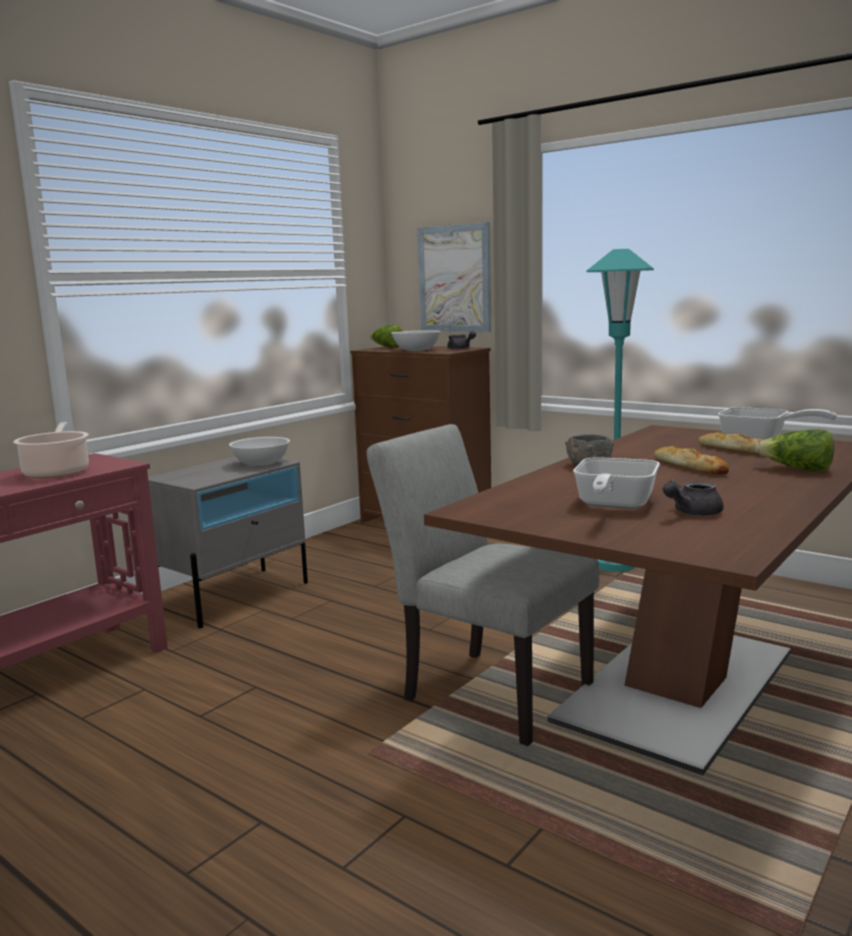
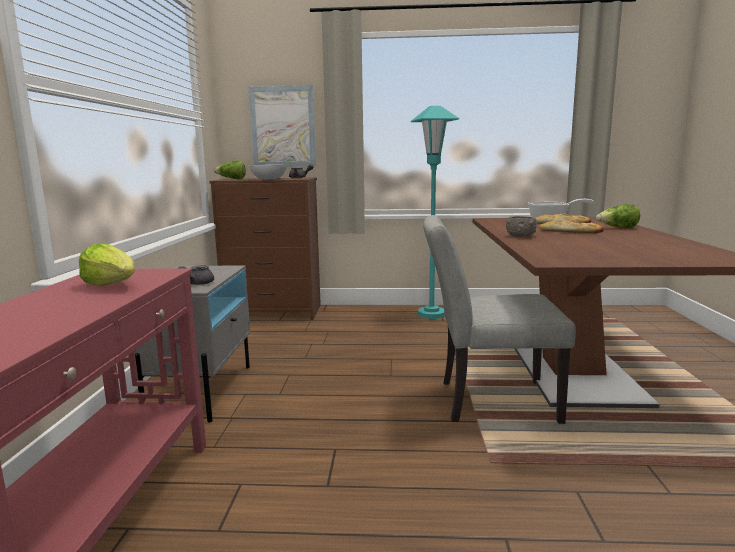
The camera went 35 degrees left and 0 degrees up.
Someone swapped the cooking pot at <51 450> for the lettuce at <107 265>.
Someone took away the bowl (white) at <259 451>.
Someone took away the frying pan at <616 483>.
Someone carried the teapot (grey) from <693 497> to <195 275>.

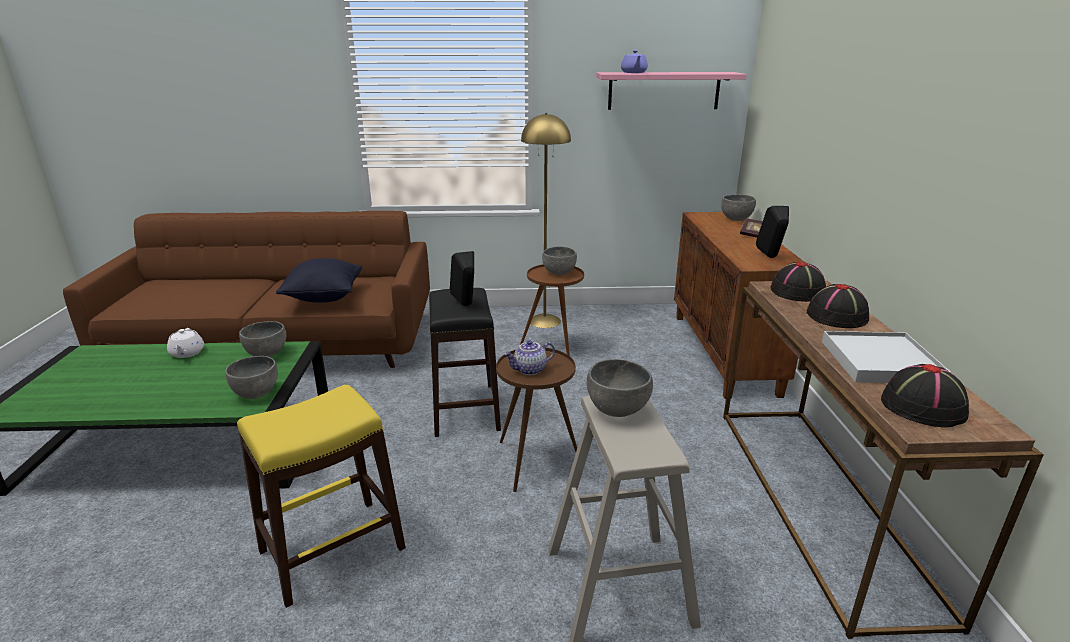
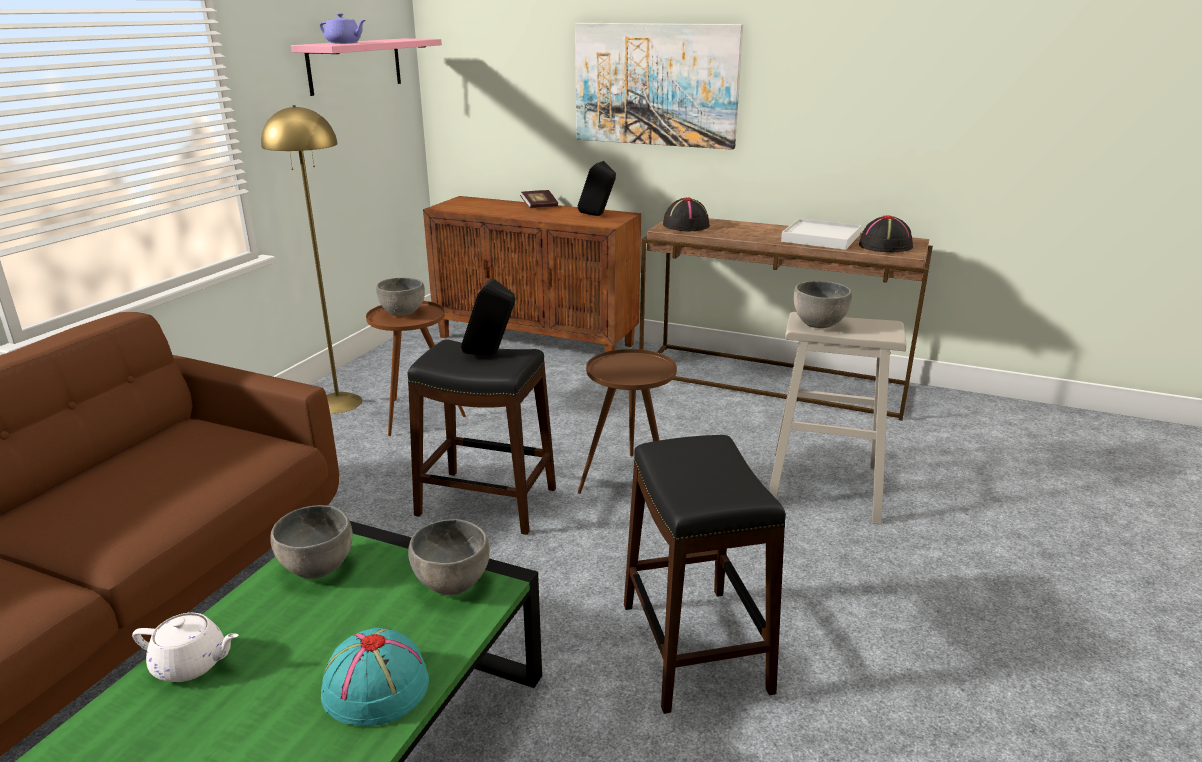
The camera went 65 degrees left and 0 degrees up.
Someone repainted the stool (yellow) at <321 496>, which became the stool (black) at <705 574>.
Someone took away the pillow (black) at <319 280>.
Someone took away the teapot at <529 357>.
Someone took away the bowl (grey) at <738 207>.
Someone took away the hat (black) at <838 306>.
Someone put down the hat (turquoise) at <375 677>.
Someone put up the picture at <659 86>.

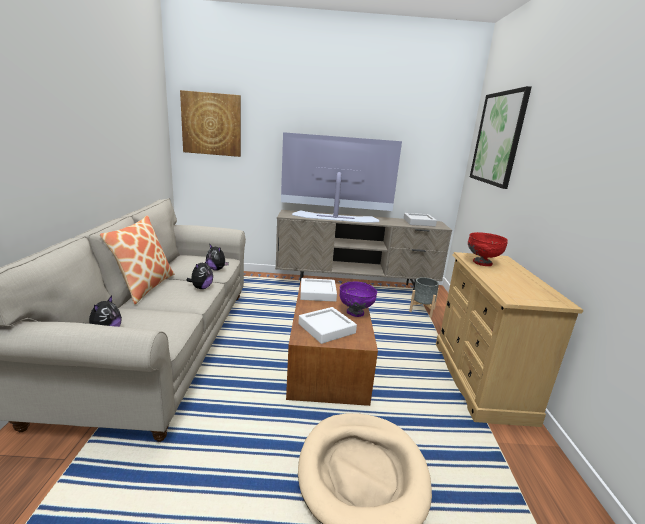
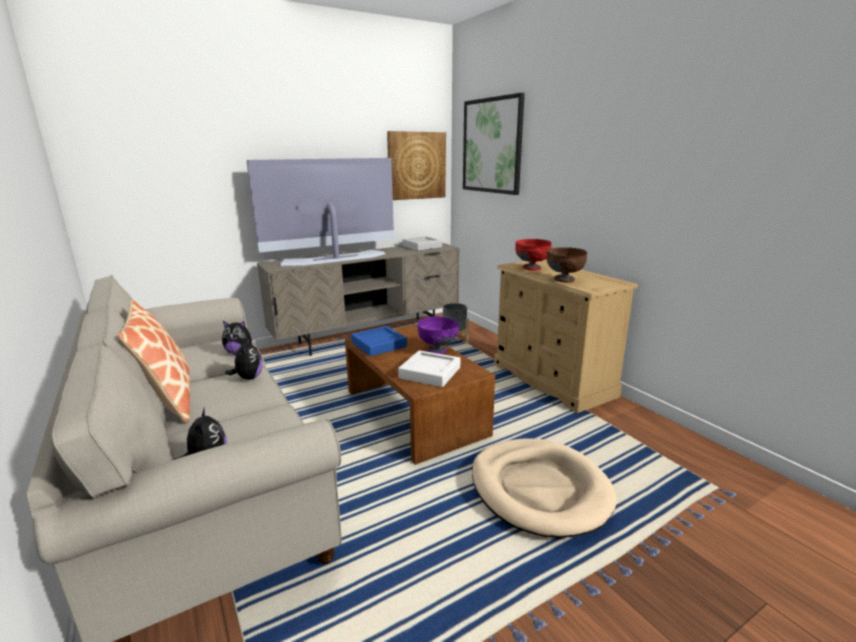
The camera went 30 degrees left and 0 degrees up.
Someone carried the picture from <210 123> to <416 165>.
Someone repainted the tray (white) at <318 290>, which became the tray (blue) at <379 341>.
Someone put down the bowl (brown) at <566 265>.

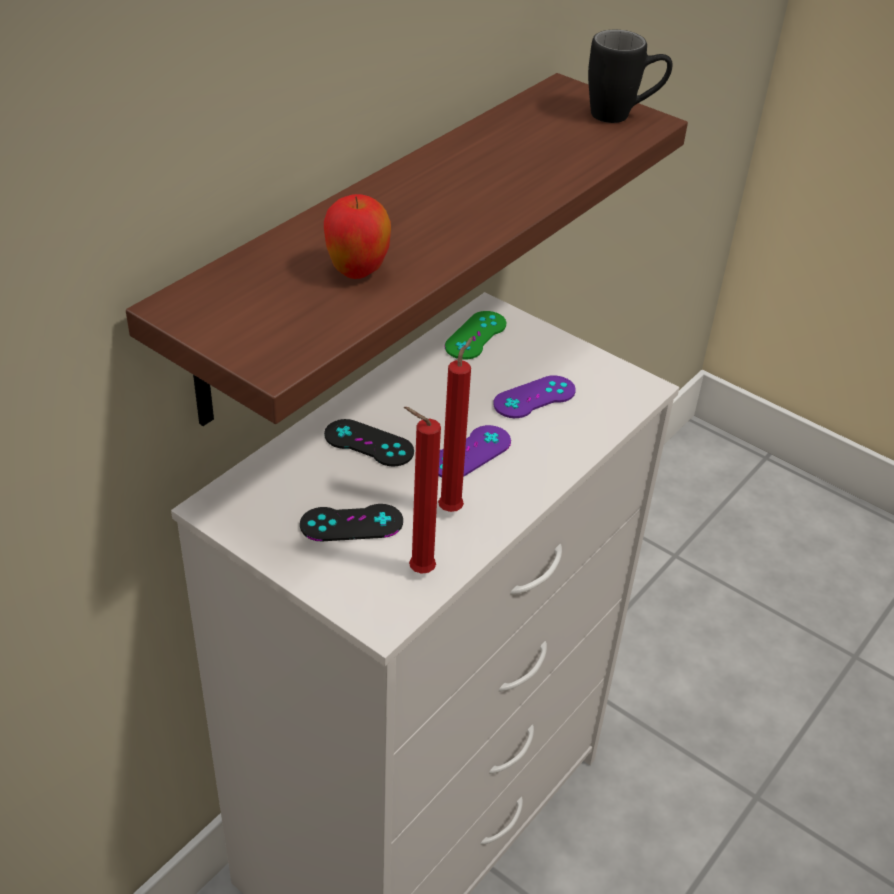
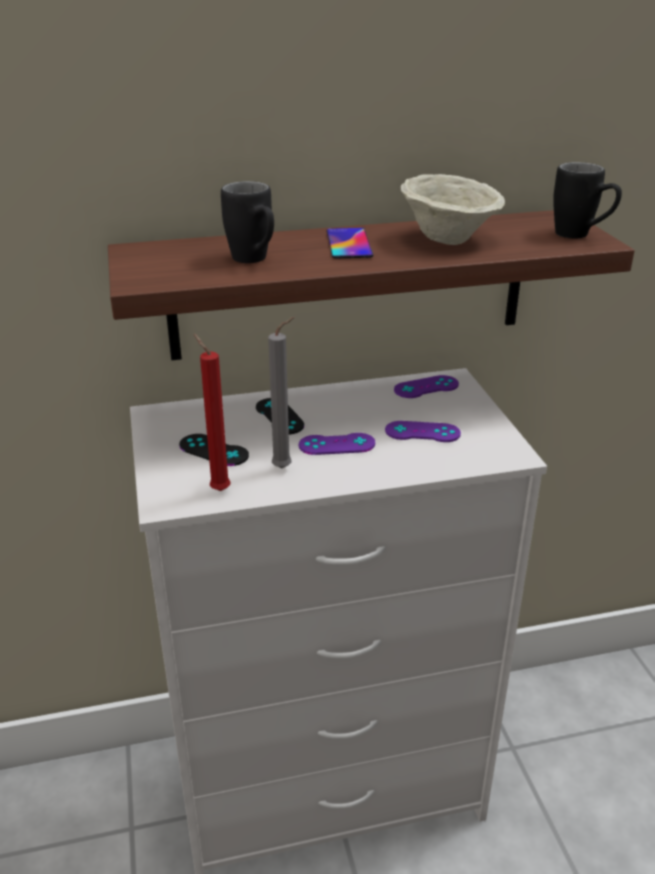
The camera went 40 degrees right and 10 degrees down.
Someone swapped the apple at <357 236> for the mug (black) at <247 222>.
Someone repainted the candle (red) at <455 424>, which became the candle (grey) at <281 392>.
Someone repainted the game controller (green) at <475 335>, which became the game controller (purple) at <426 386>.
Someone put down the phone at <350 243>.
Someone put down the bowl (beige) at <453 209>.

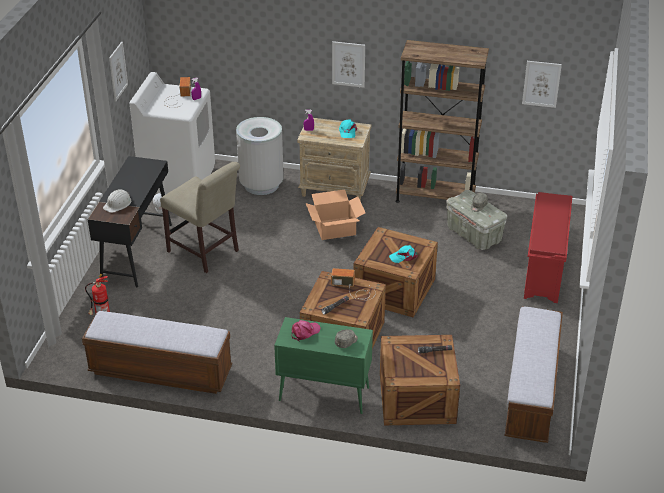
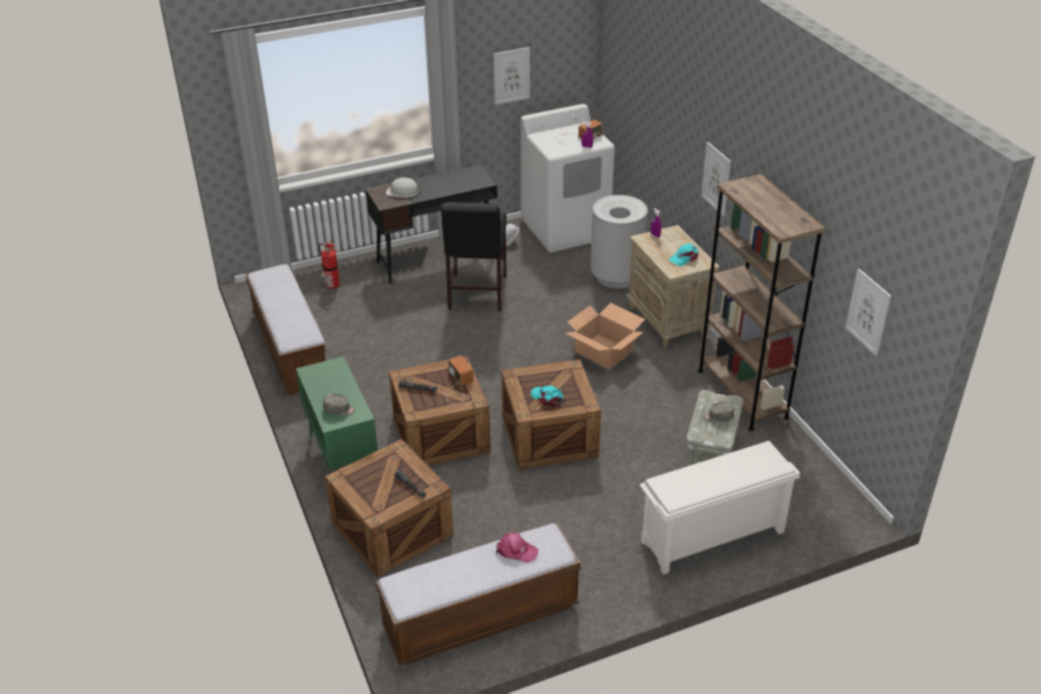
The camera went 55 degrees right and 0 degrees up.
Someone repainted the chair (beige) at <200 217>, which became the chair (black) at <473 256>.
Someone carried the cap (pink) from <306 330> to <517 548>.
Someone repainted the shoe rack (red) at <548 247>, which became the shoe rack (white) at <720 508>.

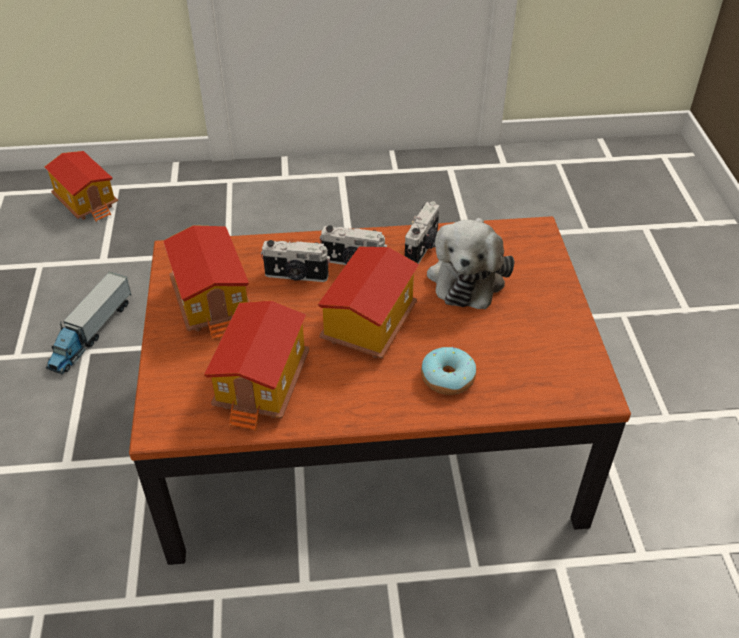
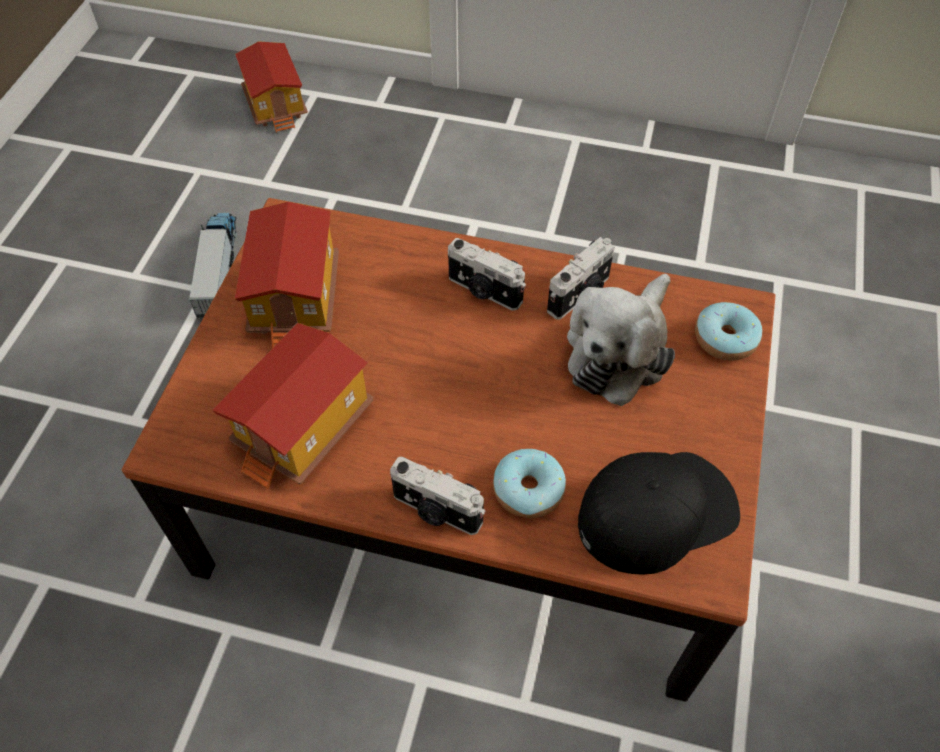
The camera went 20 degrees right and 10 degrees up.
Someone rotated the toy truck at <88 323> by 135 degrees clockwise.
Someone carried the photo camera from <295 261> to <437 496>.
Someone took away the toy house at <368 302>.
Someone put down the cap (black) at <659 513>.
Someone put down the donut at <728 331>.

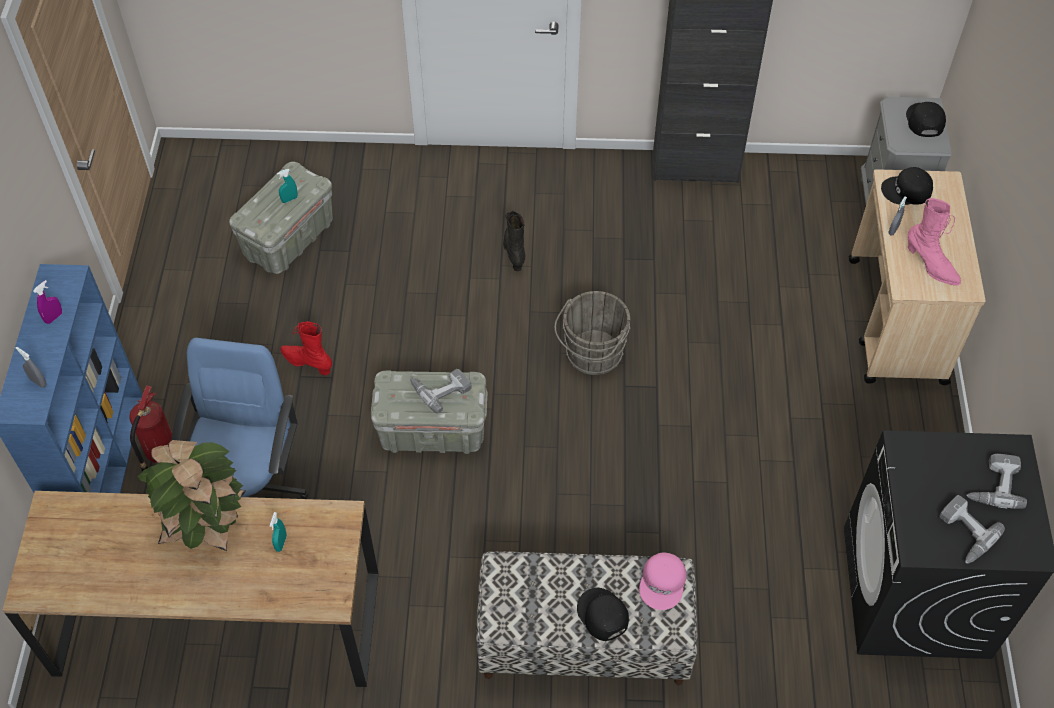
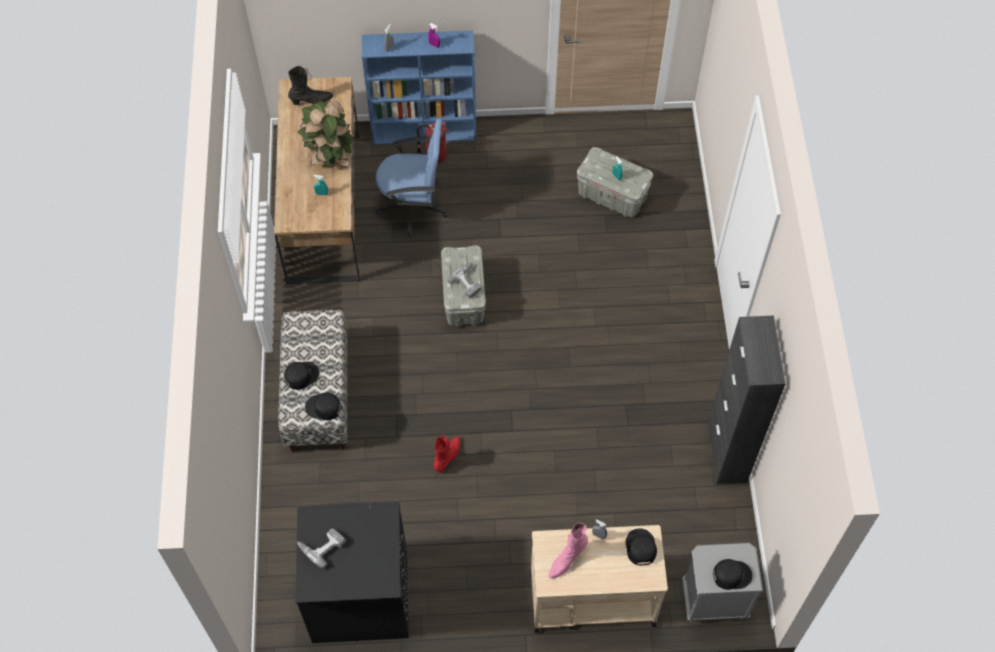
The camera went 85 degrees right and 5 degrees up.
Someone carried the boot (red) from <306 348> to <446 454>.
Someone carried the boot (black) from <514 240> to <310 85>.
Someone took away the bucket (grey) at <592 333>.
Someone repainted the cap (pink) at <663 581>, which became the cap (black) at <323 406>.
Someone took away the power drill at <996 481>.

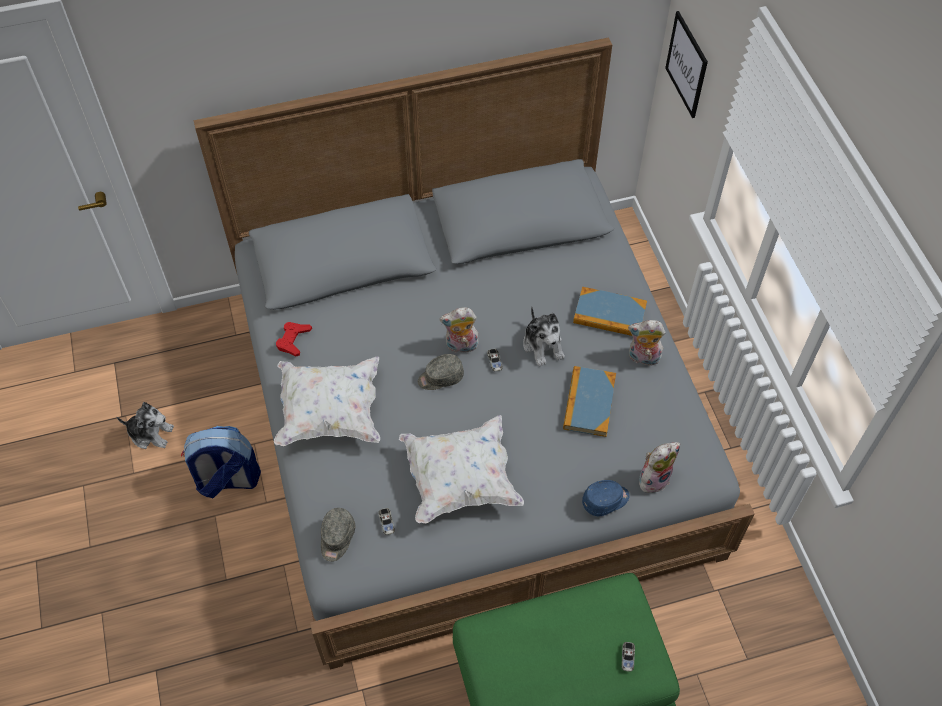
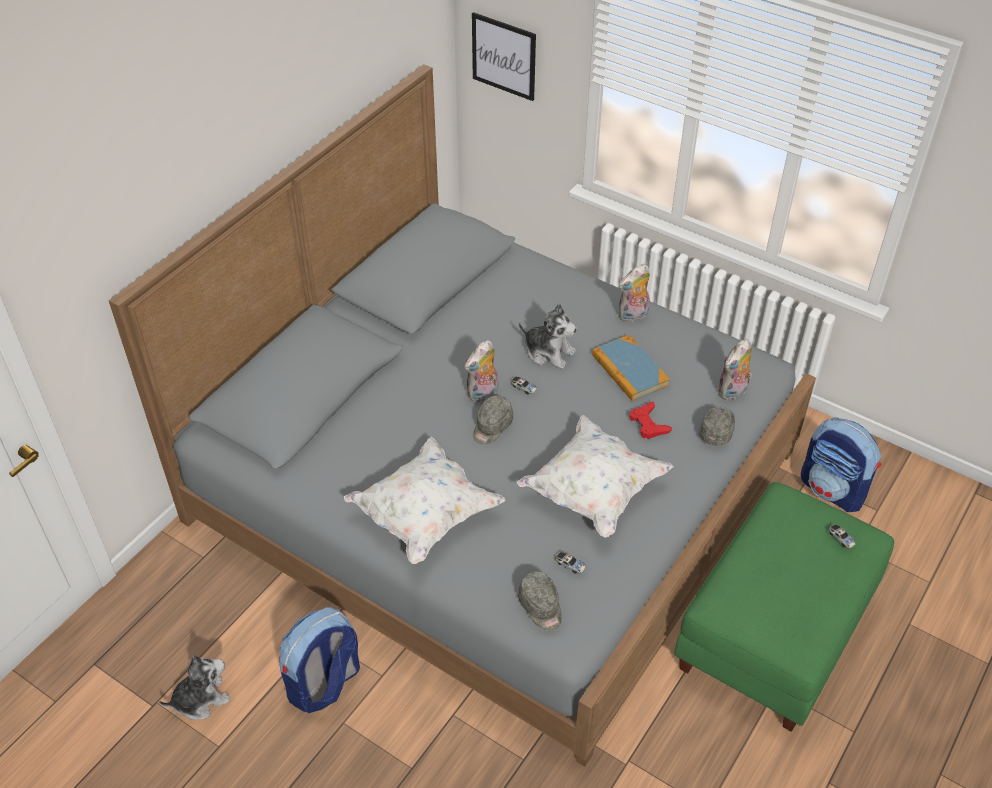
The camera went 40 degrees left and 10 degrees down.
Someone carried the game controller (red) from <294 339> to <651 420>.
Someone took away the book at <610 311>.
Someone repainted the cap (blue) at <606 498>, which became the cap (grey) at <717 426>.
Someone rotated the plush toy at <659 467> by 150 degrees counterclockwise.
Someone put down the backpack at <841 464>.

